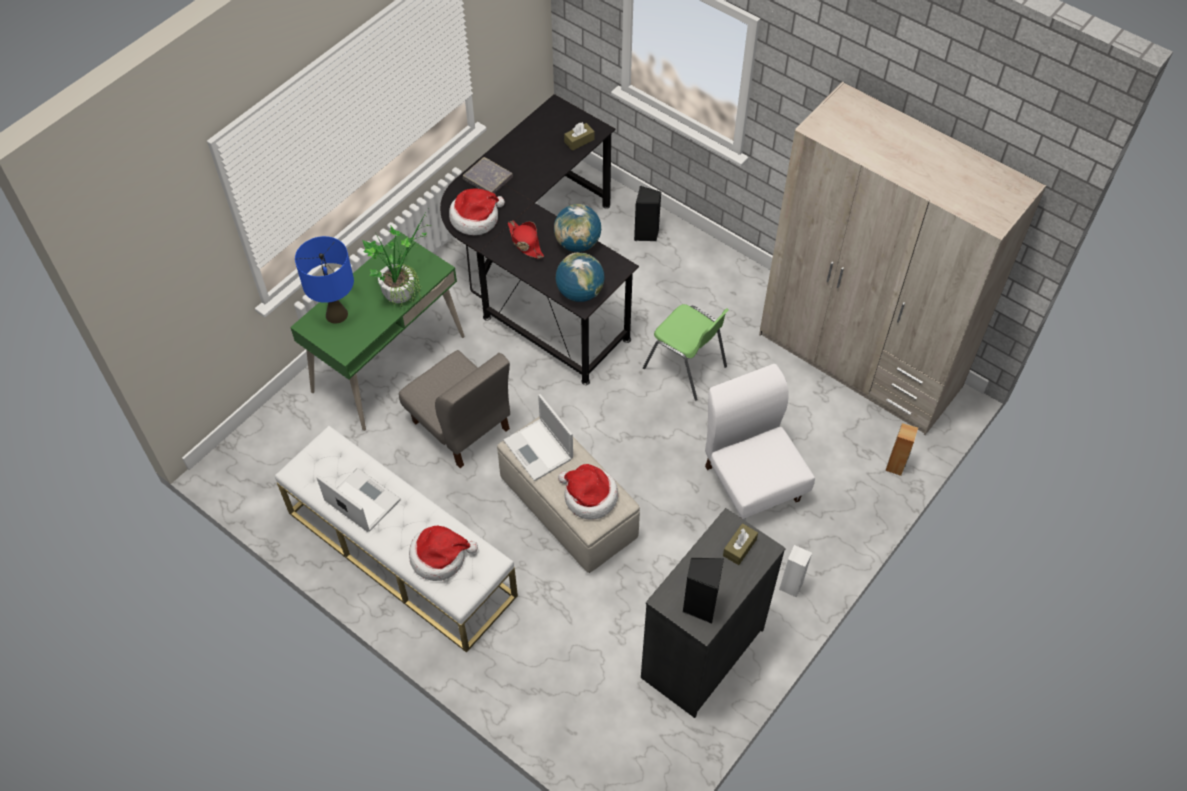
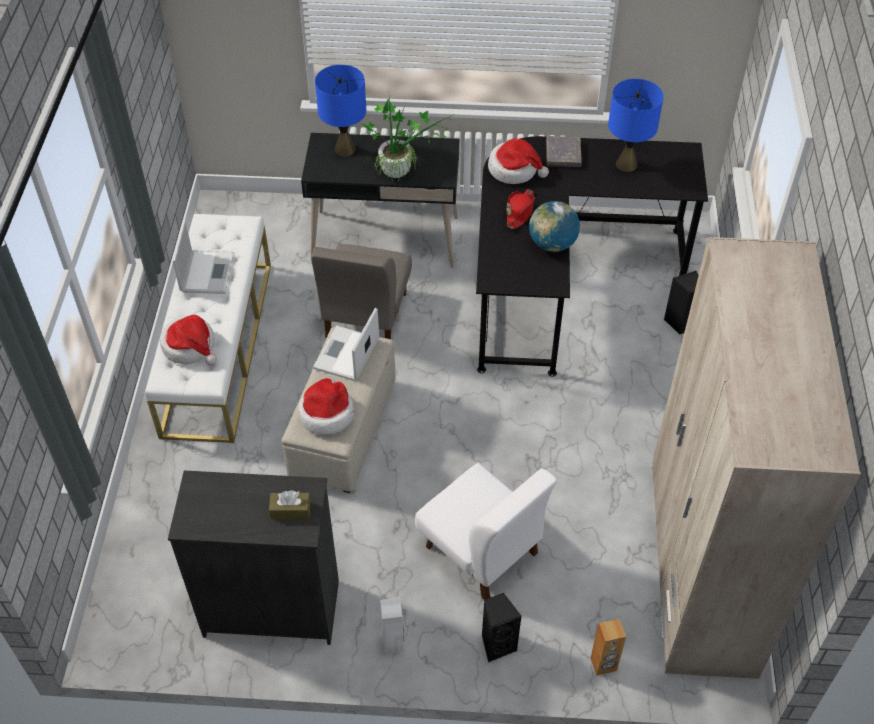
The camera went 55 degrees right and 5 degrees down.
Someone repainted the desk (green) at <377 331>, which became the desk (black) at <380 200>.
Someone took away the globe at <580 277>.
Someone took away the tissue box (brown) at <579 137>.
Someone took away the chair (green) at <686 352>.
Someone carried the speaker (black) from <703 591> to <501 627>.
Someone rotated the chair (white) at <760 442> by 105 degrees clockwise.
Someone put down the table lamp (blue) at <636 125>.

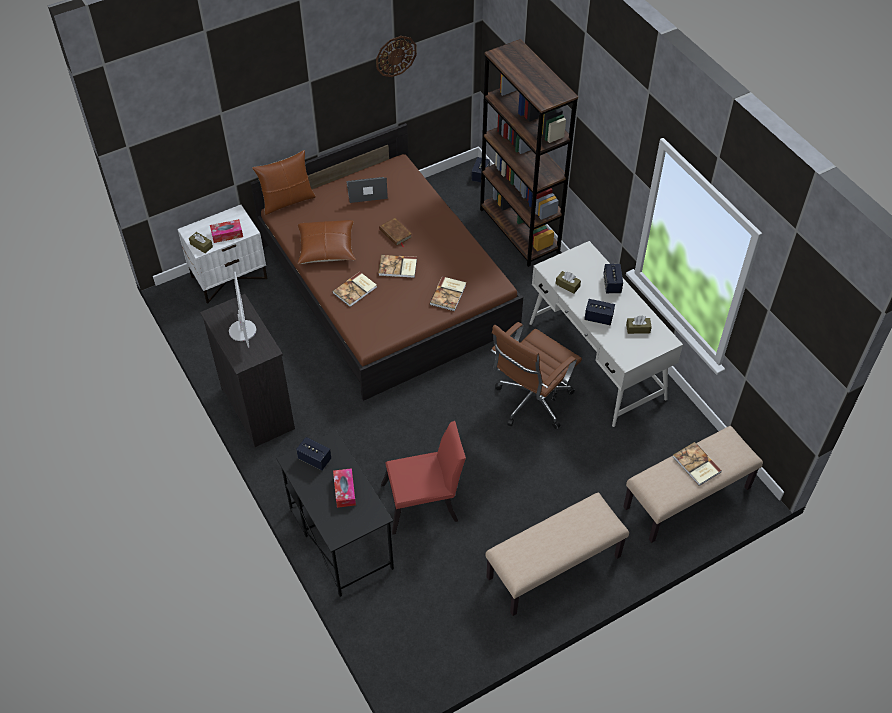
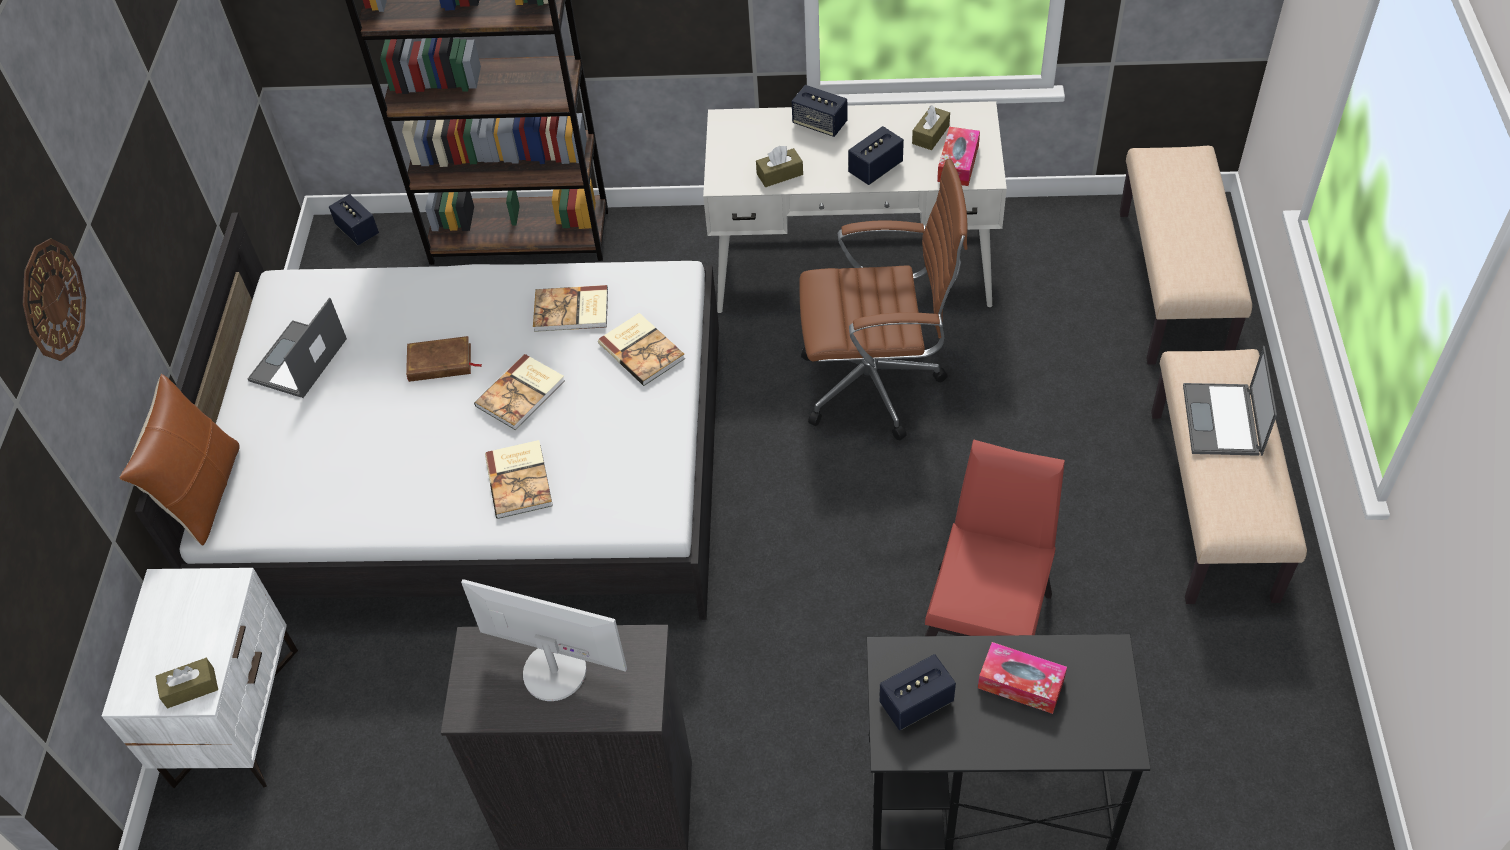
The camera went 55 degrees left and 0 degrees up.
Someone carried the tissue box from <226 231> to <958 156>.
Someone repainted the bed (brown) at <386 262>, which became the bed (white) at <427 416>.
Someone took away the pillow (brown) at <327 242>.
Someone carried the wall clock from <396 56> to <54 299>.
Someone rotated the office chair (brown) at <536 375> by 75 degrees counterclockwise.
Someone carried the book from <697 464> to <570 308>.
Someone put down the laptop at <1230 401>.

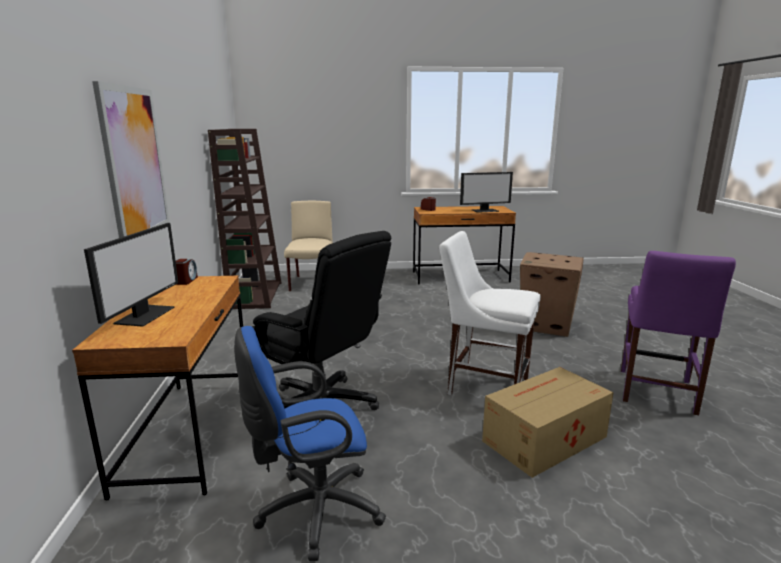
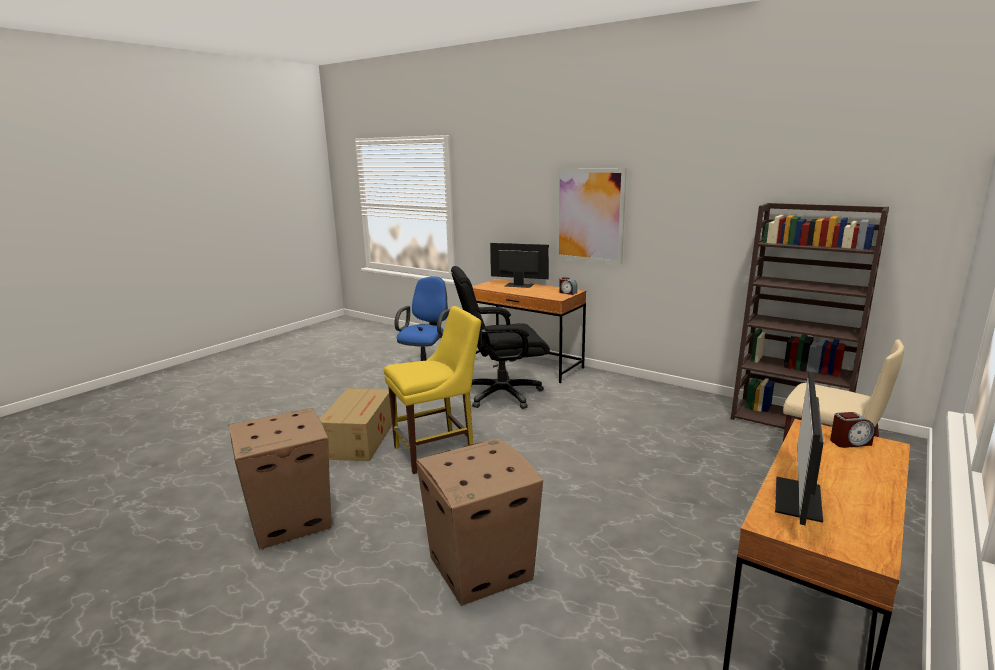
The camera went 130 degrees right and 0 degrees up.
Someone rotated the monitor at <131 275> by 150 degrees clockwise.
Someone repainted the chair (white) at <490 313>, which became the chair (yellow) at <432 390>.
Someone swapped the chair (purple) at <678 333> for the cardboard box at <280 478>.

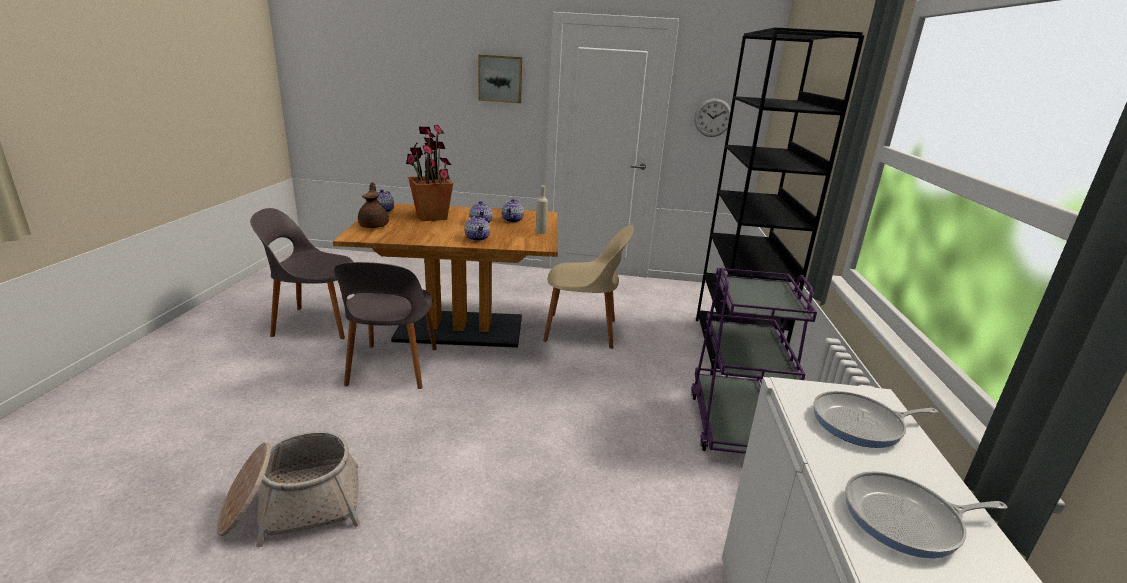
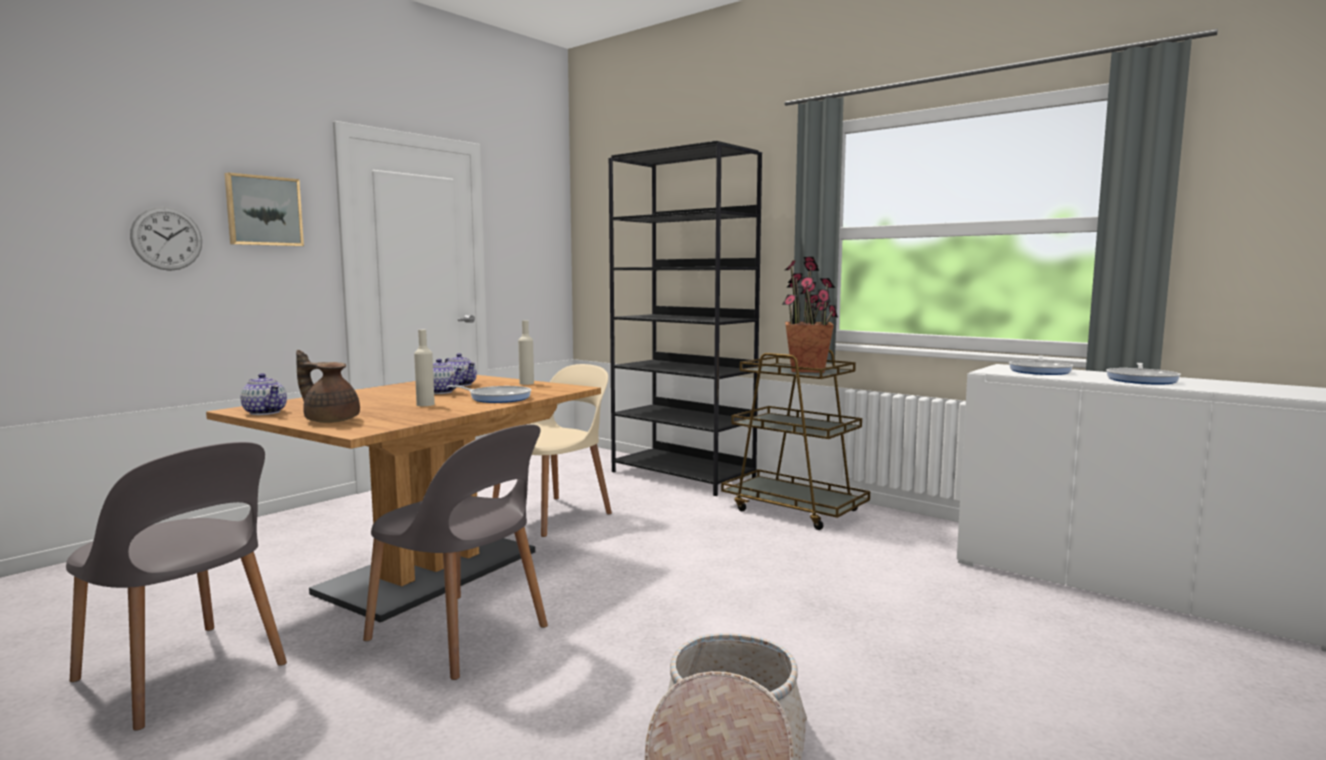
The camera went 55 degrees left and 15 degrees down.
Someone rotated the chair (grey) at <303 273> by 90 degrees counterclockwise.
Someone carried the potted plant from <429 173> to <810 315>.
Someone swapped the teapot at <477 228> for the frying pan at <489 394>.
Someone repainted the cart (purple) at <754 361>, which became the cart (brown) at <795 439>.
Someone carried the wall clock from <712 117> to <166 239>.
Someone put down the bottle (beige) at <424 368>.

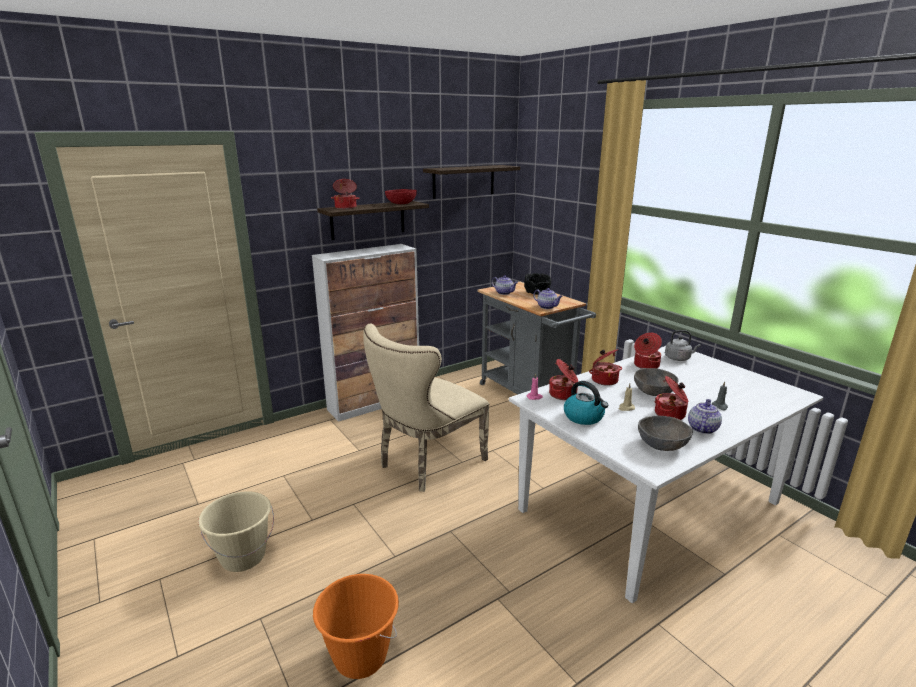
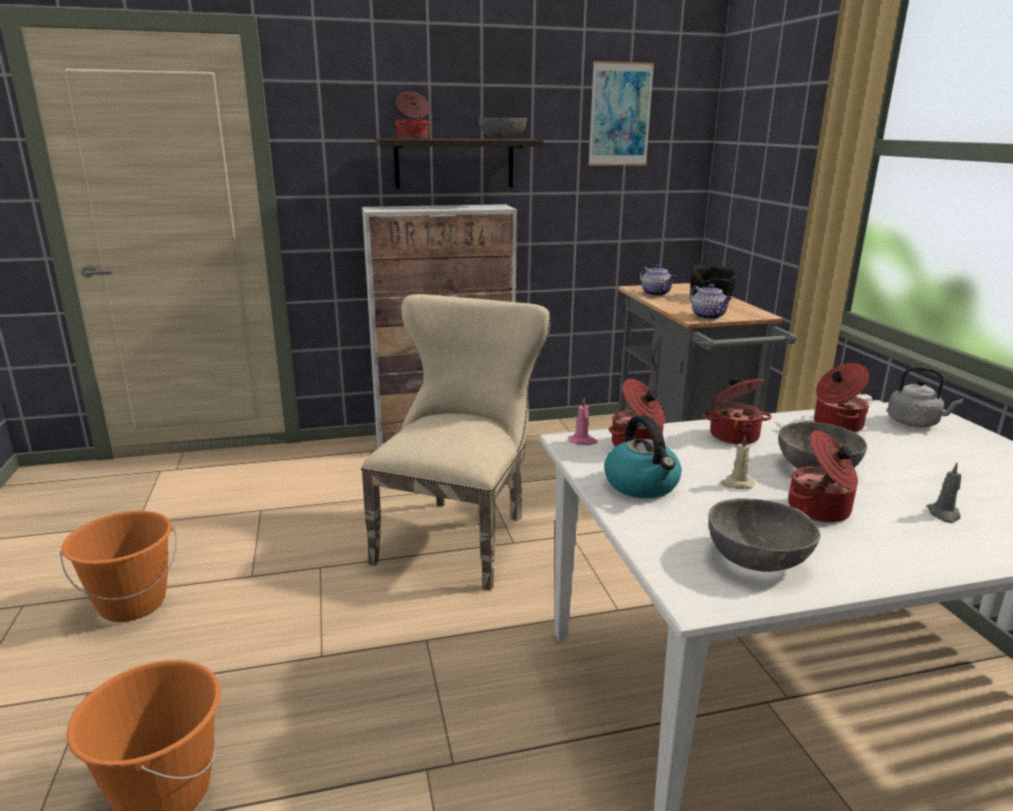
The camera went 20 degrees right and 0 degrees up.
Someone repainted the bucket (beige) at <236 532>, which became the bucket (orange) at <118 566>.
Someone rotated the chair (beige) at <426 407> by 135 degrees clockwise.
Someone repainted the bowl (red) at <401 196>, which became the bowl (grey) at <503 128>.
Someone swapped the shelf at <471 182> for the picture at <621 113>.
Someone took away the teapot at <705 416>.

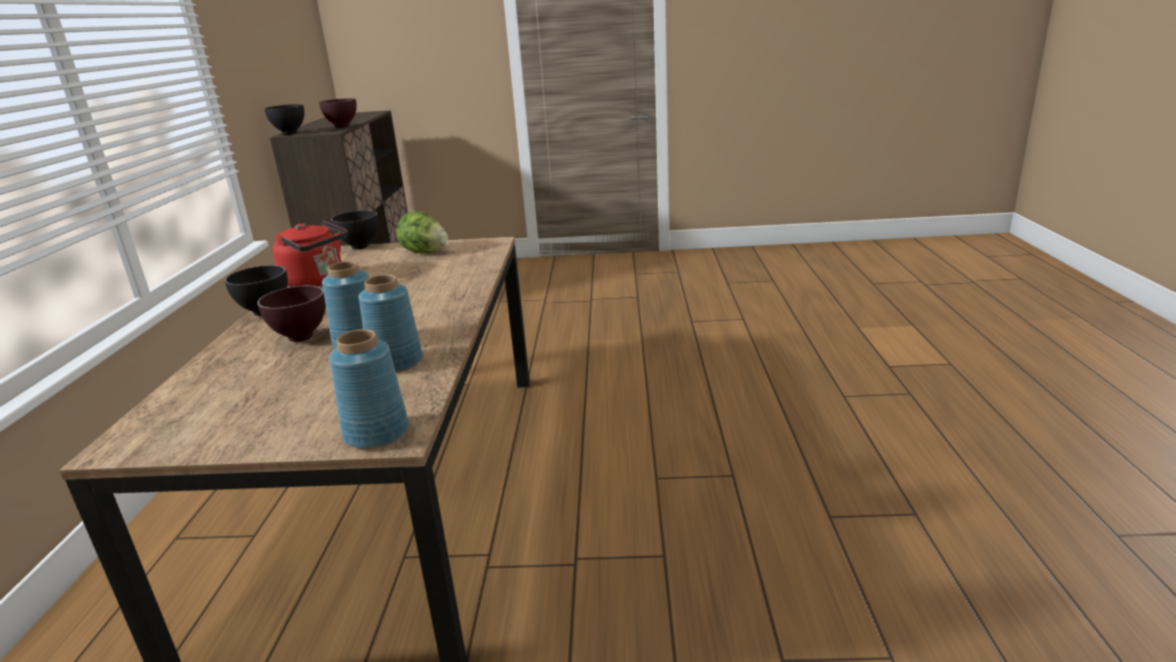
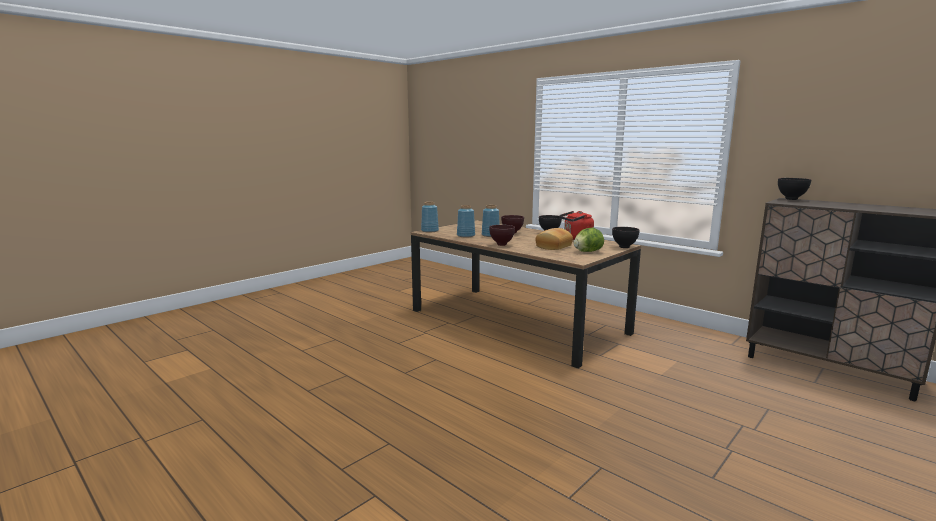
The camera went 130 degrees right and 10 degrees down.
Someone carried the bowl (brown) from <338 113> to <502 235>.
Someone put down the bread at <554 239>.

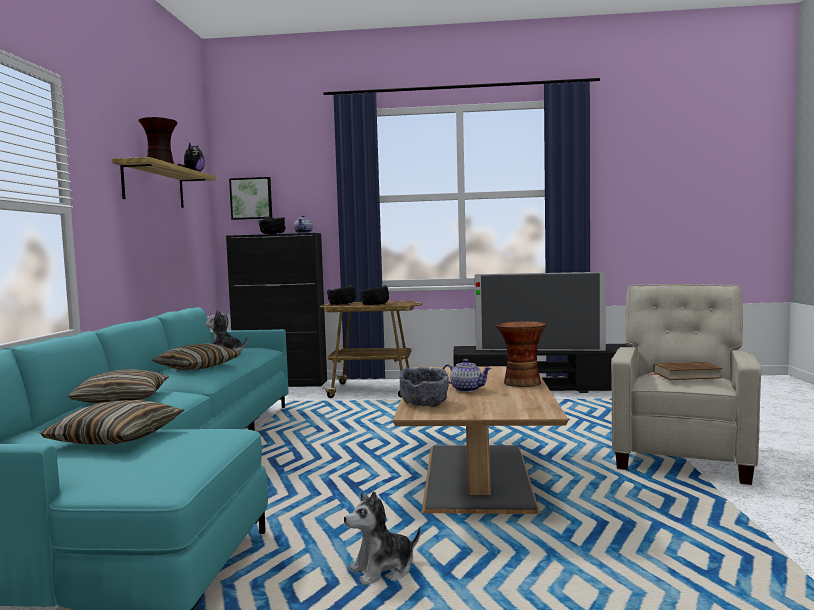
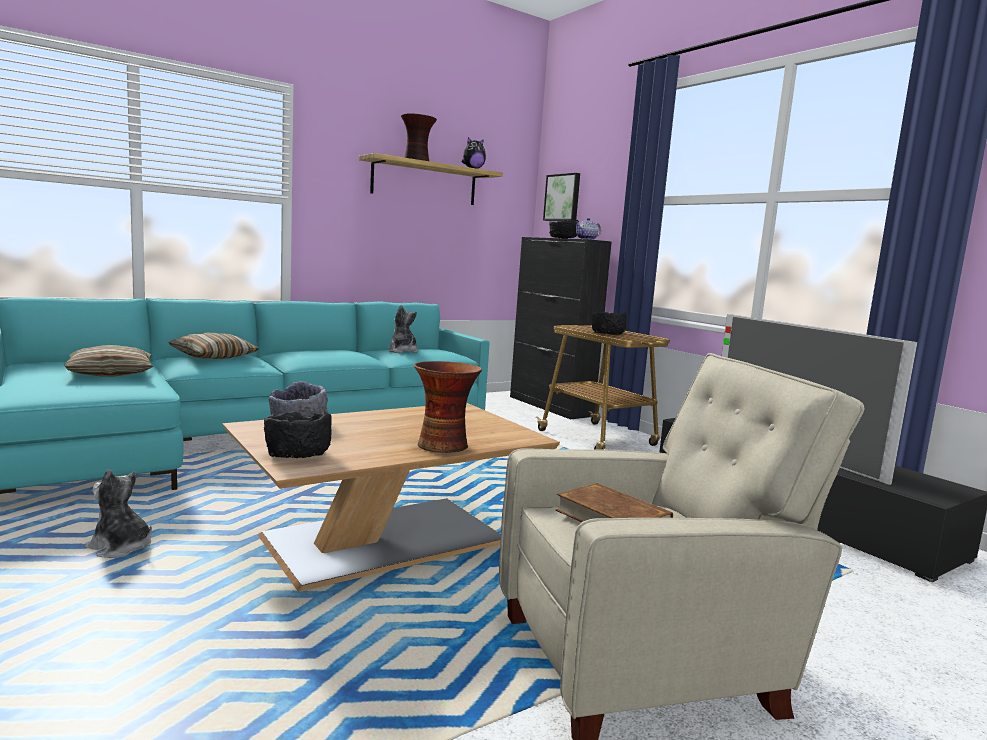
The camera went 50 degrees right and 5 degrees up.
Someone took away the pillow at <196 356>.
Someone carried the bowl (black) from <341 295> to <298 435>.
Someone took away the teapot at <467 375>.

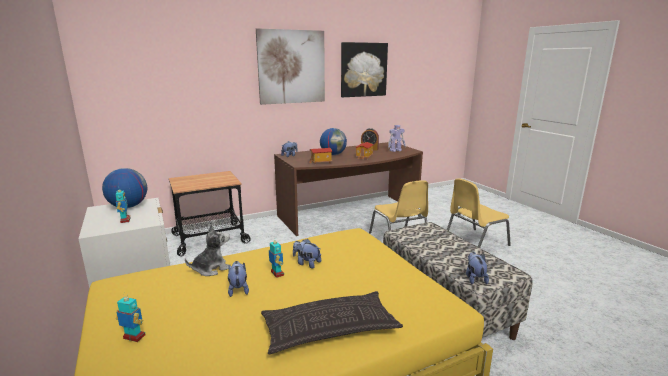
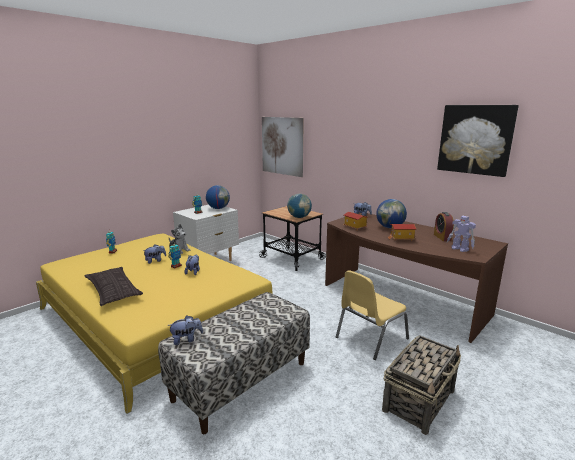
The camera went 70 degrees right and 0 degrees up.
Someone carried the picture from <290 66> to <283 147>.
Someone swapped the chair (yellow) at <479 213> for the basket at <421 385>.
Someone put down the globe at <299 206>.

